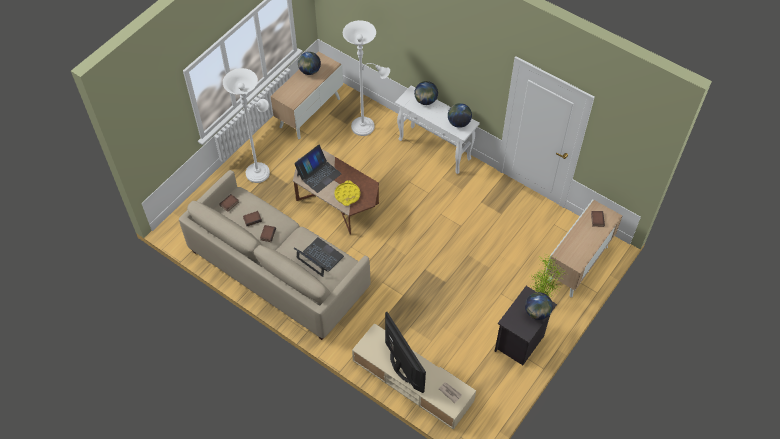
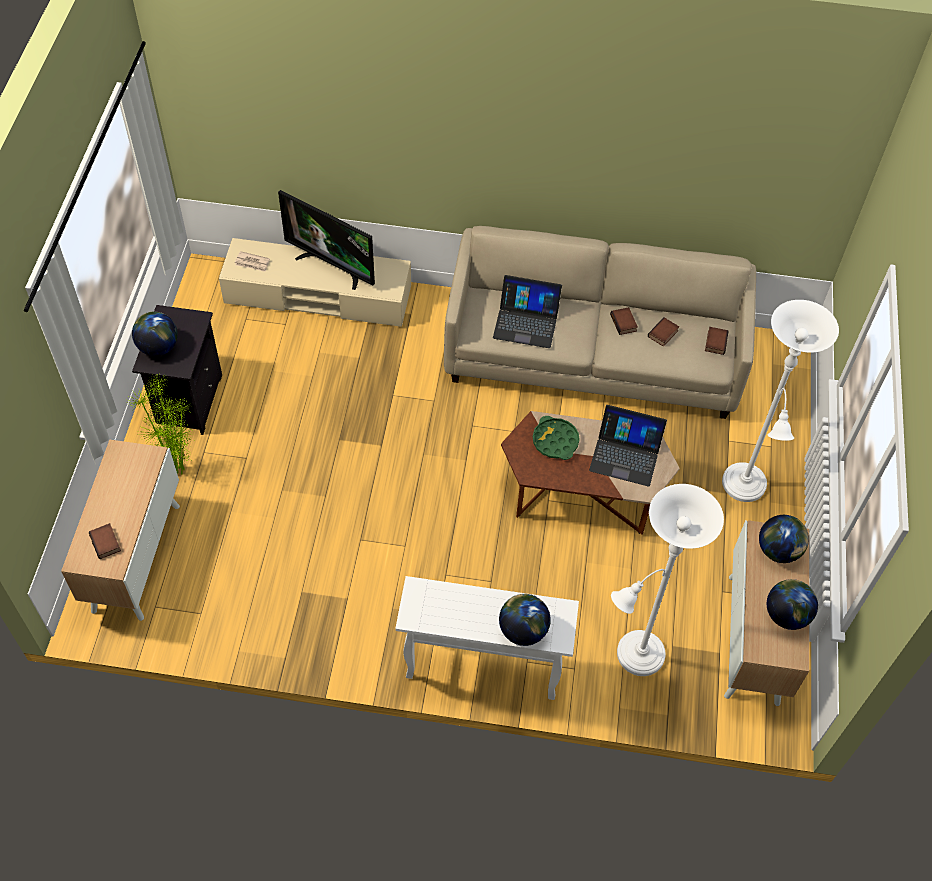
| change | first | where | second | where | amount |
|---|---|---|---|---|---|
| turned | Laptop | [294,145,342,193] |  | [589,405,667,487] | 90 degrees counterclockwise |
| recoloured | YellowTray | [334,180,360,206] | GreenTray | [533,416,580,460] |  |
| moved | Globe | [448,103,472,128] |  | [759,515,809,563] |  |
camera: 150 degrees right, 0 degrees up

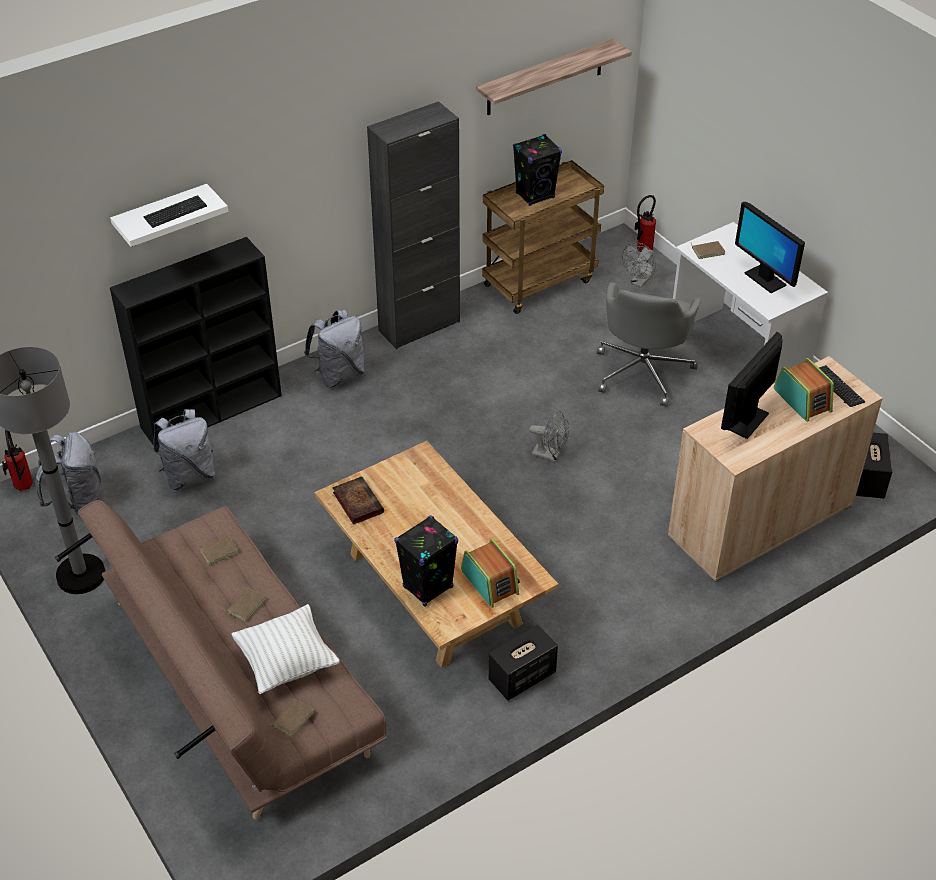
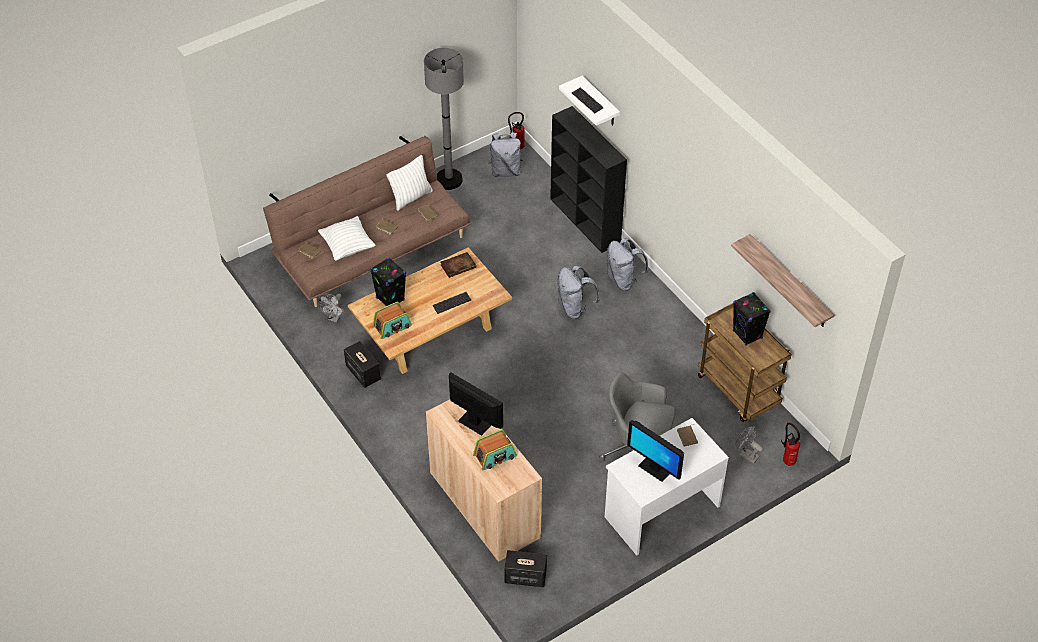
| change | first | where | second | where | amount |
|---|---|---|---|---|---|
| moved | GreyBackpack | [153,409,215,490] |  | [557,265,600,319] |  |
| removed | BlackCabinet | [367,101,460,349] |  |  |  |
| moved | GreyFan | [529,411,569,462] |  | [318,294,344,323] |  |
| turned | Monitor | [735,202,805,293] |  | [627,420,684,482] | 105 degrees counterclockwise |
| moved | Keyboard | [819,365,865,407] |  | [432,292,471,314] |  |
| added |  |  | WhitePillow | [386,155,433,211] |  |
camera: 90 degrees right, 5 degrees up

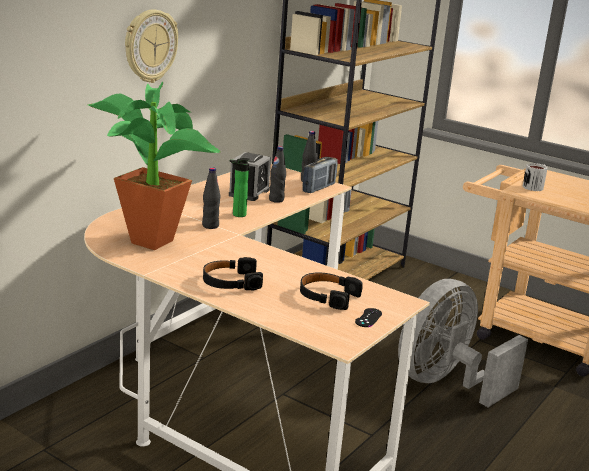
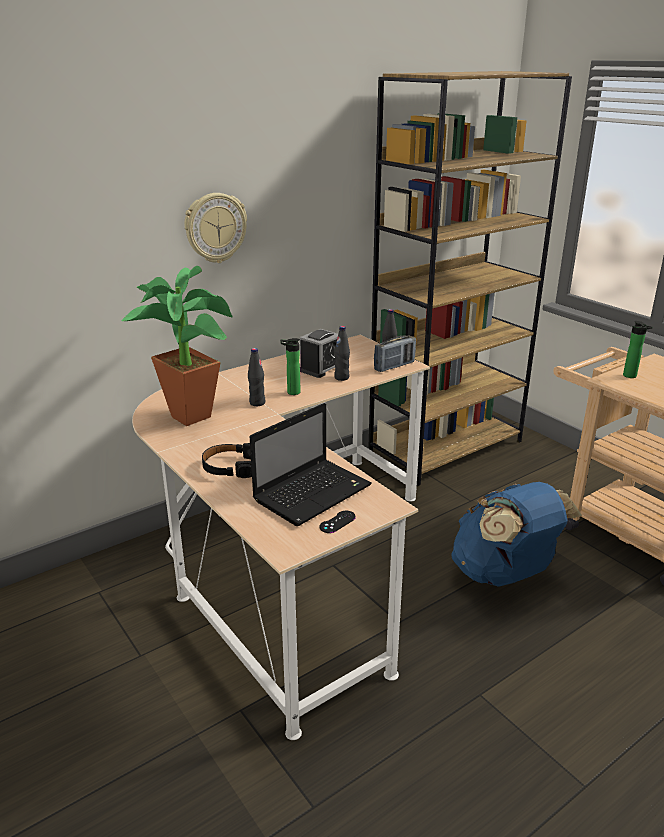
| change | first | where | second | where | amount |
|---|---|---|---|---|---|
| replaced | BlackHeadphones | [300,273,363,310] | Laptop | [250,403,372,526] |  |
| replaced | GreyFan | [398,279,528,407] | BlueBackpack | [451,482,582,587] |  |
| replaced | Mug | [522,163,548,191] | Bottle | [623,321,653,378] |  |
camera: 20 degrees right, 5 degrees up

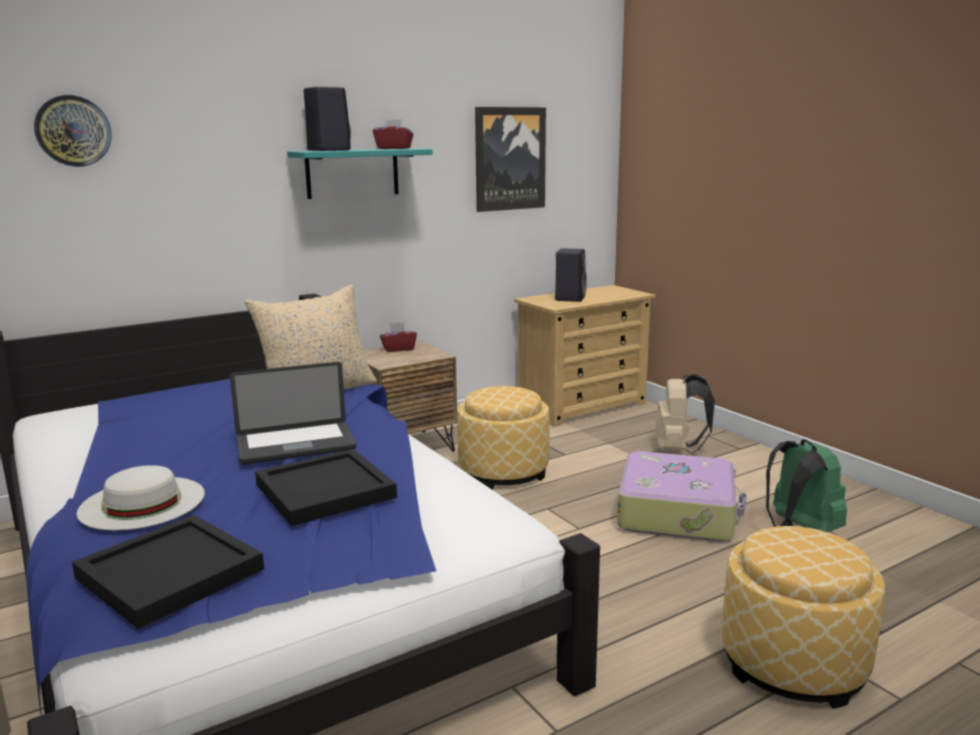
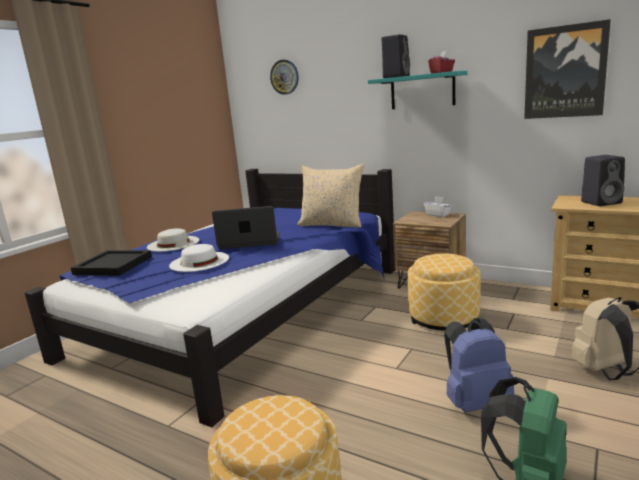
| change | first | where | second | where | amount |
|---|---|---|---|---|---|
| turned | Laptop | [230,362,356,464] |  | [212,206,280,249] | 135 degrees clockwise |
| replaced | BlackTray | [255,449,397,526] | WhiteHat | [169,244,229,272] |  |
| recoloured | RedTissueBox | [380,322,417,352] | WhiteTissueBox | [424,196,452,217] |  |
| replaced | Suitcase | [617,451,747,542] | BlueBackpack | [444,318,514,413] |  |
camera: 65 degrees right, 0 degrees up

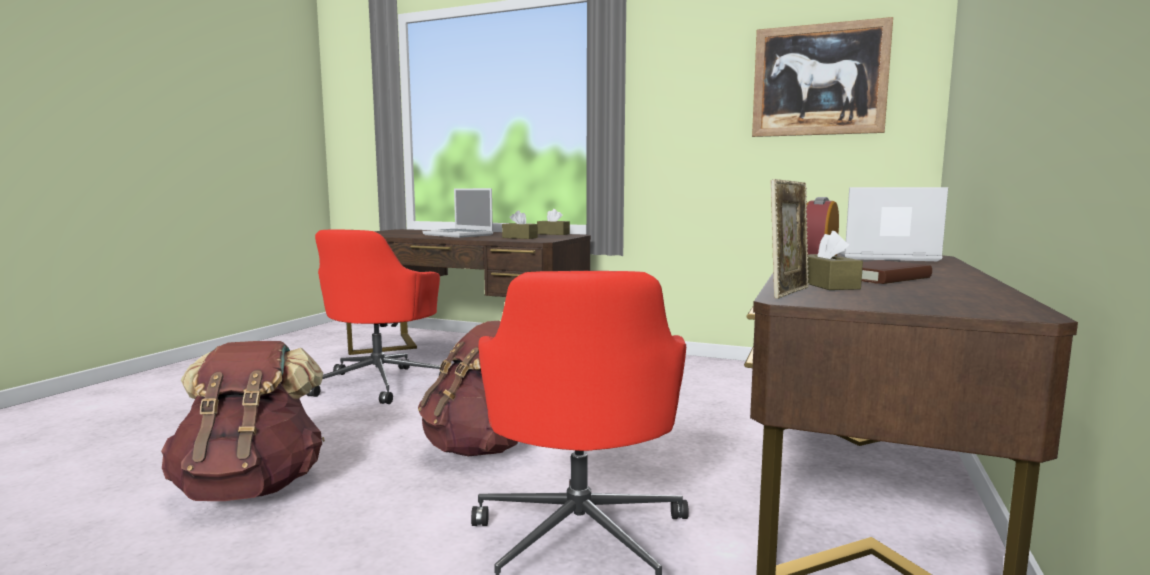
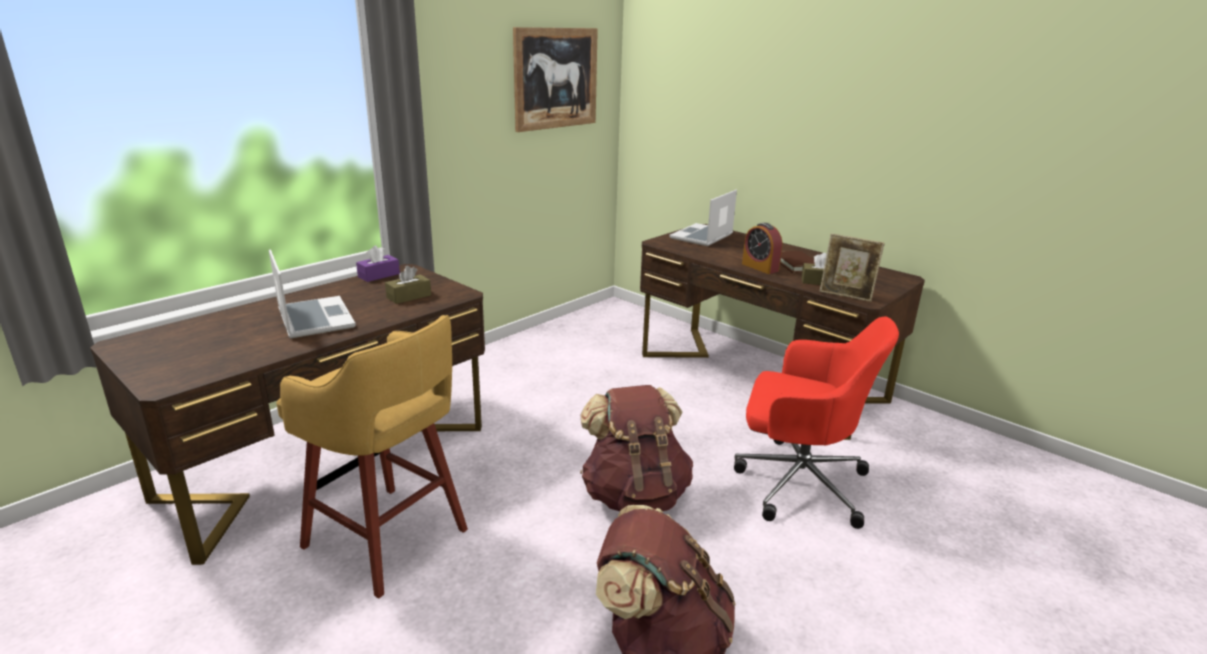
| change | first | where | second | where | amount |
|---|---|---|---|---|---|
| replaced | RedOfficeChair | [306,230,441,404] | YellowStool | [276,315,468,599] |  |
| turned | Laptop | [423,188,493,238] |  | [269,249,356,338] | 90 degrees counterclockwise |
| recoloured | BrownTissueBox | [537,209,570,235] | PurpleTissueBox | [356,246,400,282] |  |
| turned | PictureFrame | [771,179,809,299] |  | [819,233,885,302] | 150 degrees clockwise |
camera: 70 degrees left, 15 degrees up

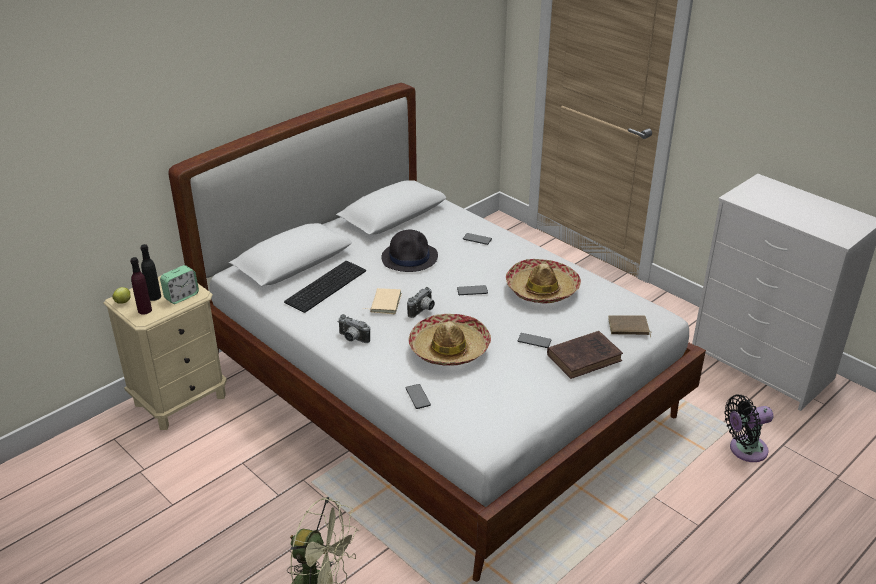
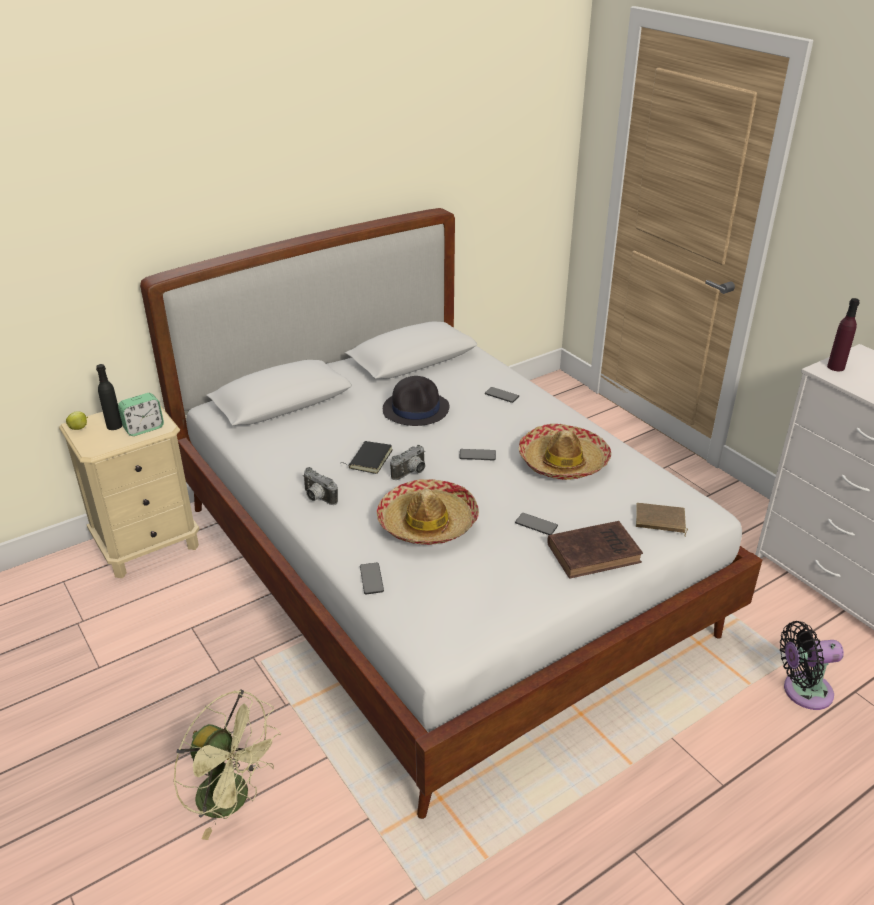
| change | first | where | second | where | amount |
|---|---|---|---|---|---|
| moved | PurpleBottle | [130,257,152,315] |  | [827,298,860,371] |  |
| removed | Keyboard | [284,261,366,313] |  |  |  |
| recoloured | BeigeBook | [362,288,402,314] | BlackBook | [341,441,392,474] |  |
camera: 10 degrees right, 0 degrees up

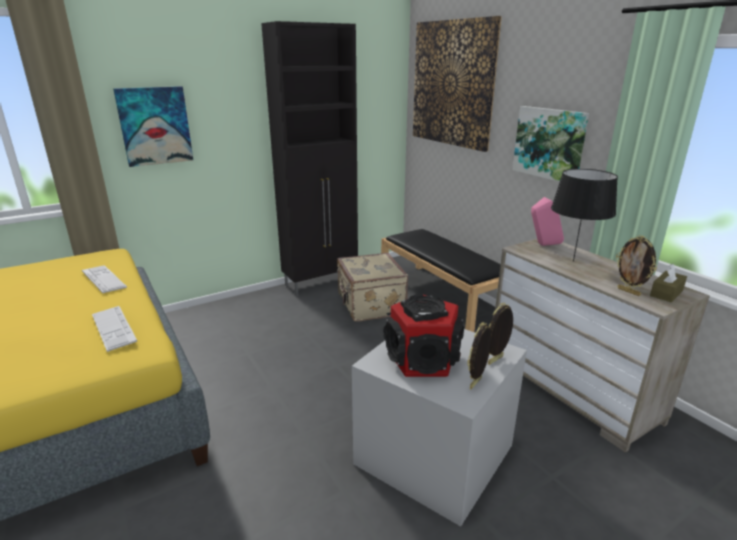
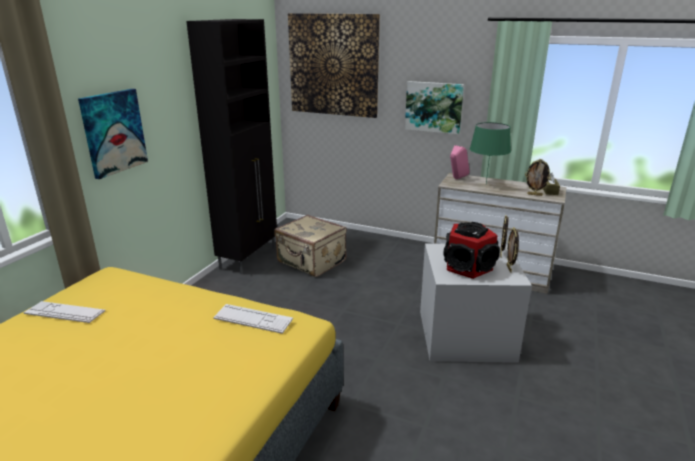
| change | first | where | second | where | amount |
|---|---|---|---|---|---|
| moved | Keyboard | [82,265,127,293] |  | [23,301,105,323] |  |
| removed | BlackBench | [381,229,501,332] |  |  |  |
| recoloured | BlackTableLamp | [551,169,618,261] | GreenTableLamp | [470,122,511,183] |  |
camera: 35 degrees left, 0 degrees up

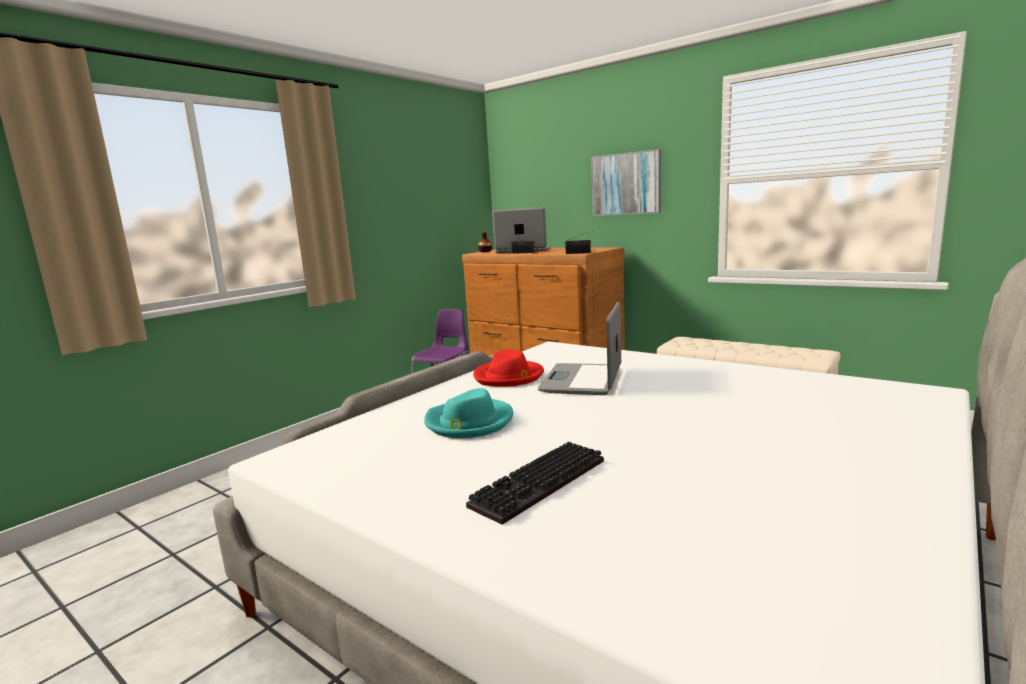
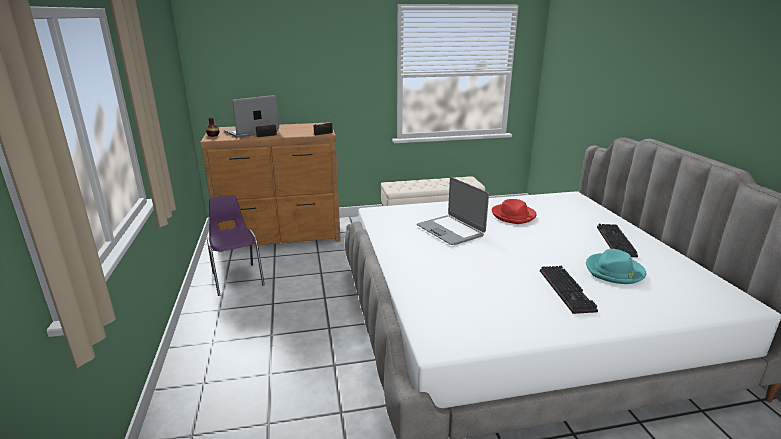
| change | first | where | second | where | amount |
|---|---|---|---|---|---|
| moved | TurquoiseHat | [424,388,513,438] |  | [586,249,646,284] |  |
| moved | RedHat | [473,349,544,387] |  | [492,199,537,224] |  |
| removed | Picture | [591,149,661,216] |  |  |  |
| added |  |  | Keyboard | [597,224,638,257] |  |
camera: 50 degrees left, 10 degrees up

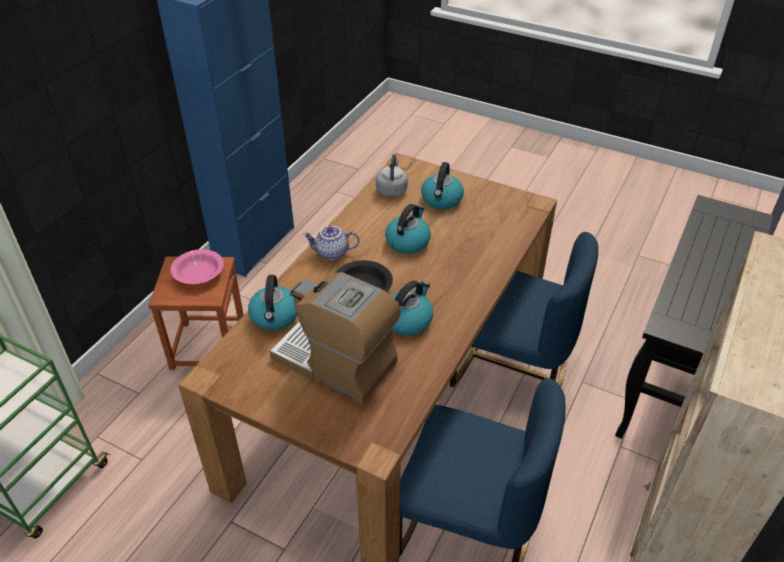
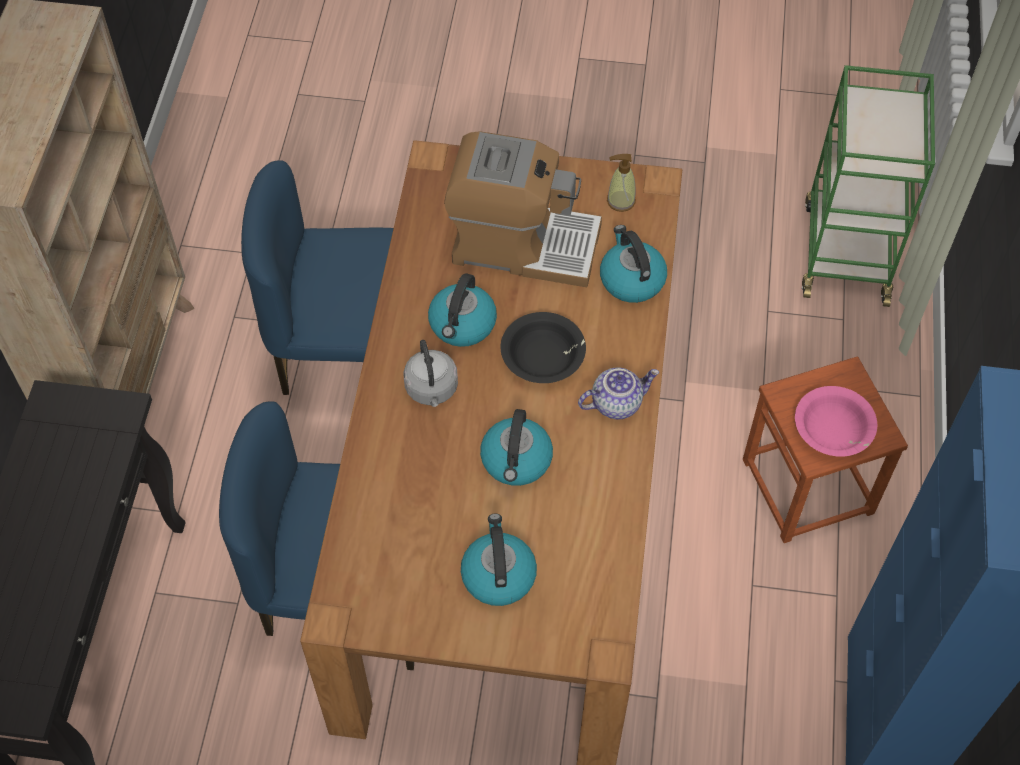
| change | first | where | second | where | amount |
|---|---|---|---|---|---|
| moved | GreyKettle | [376,154,408,197] |  | [403,340,458,407] |  |
| added |  |  | SoapDispenser | [607,154,636,212] |  |
camera: 160 degrees right, 15 degrees up

